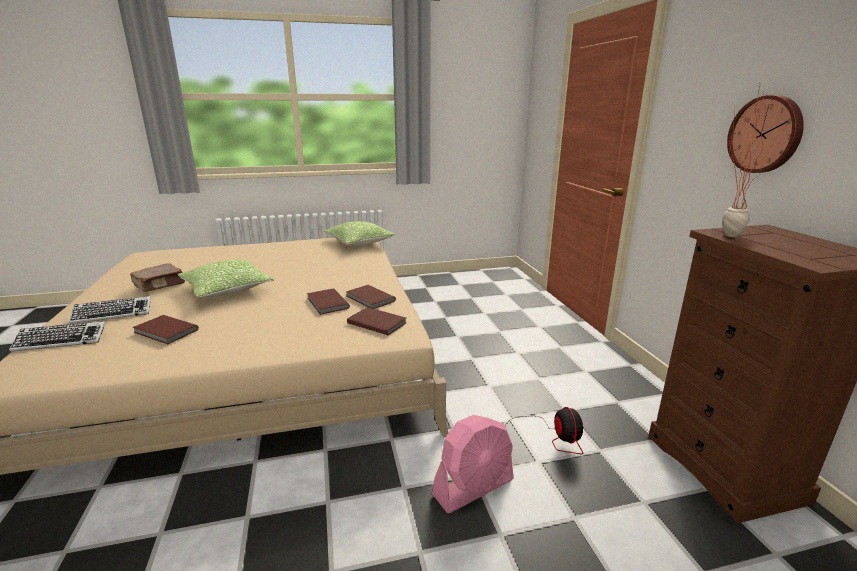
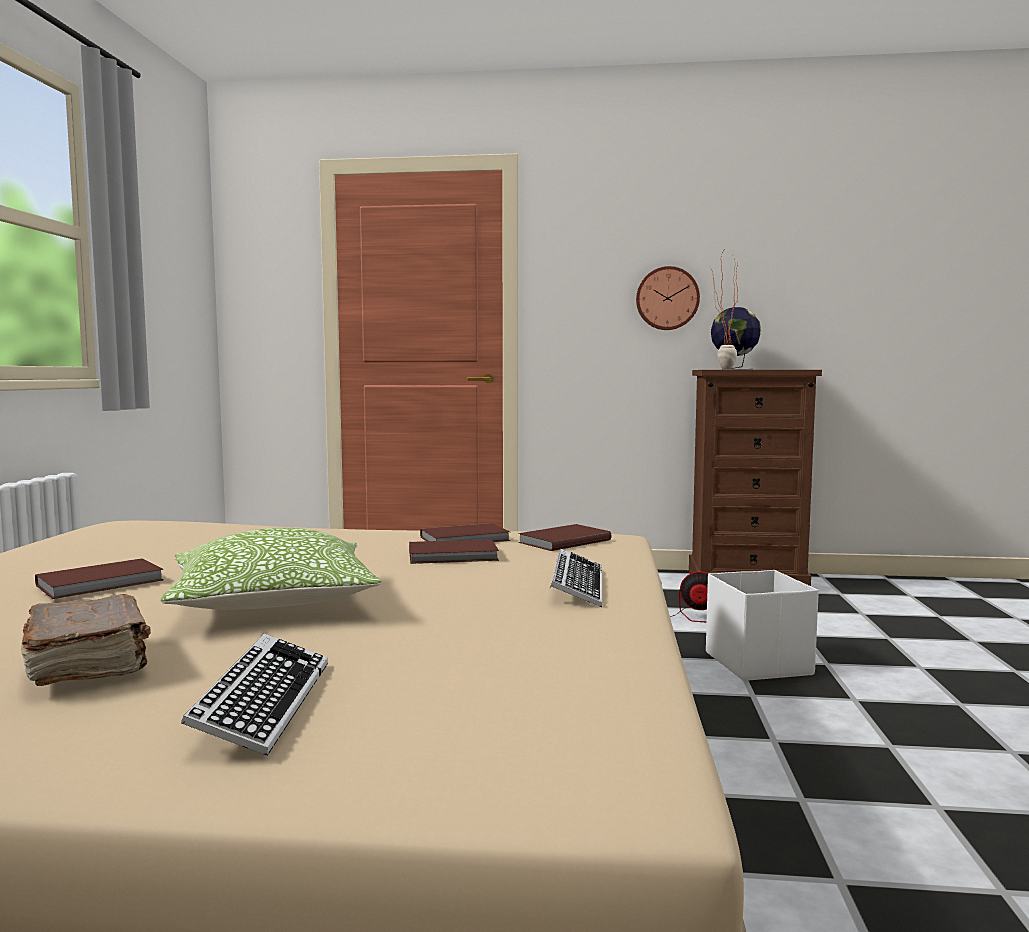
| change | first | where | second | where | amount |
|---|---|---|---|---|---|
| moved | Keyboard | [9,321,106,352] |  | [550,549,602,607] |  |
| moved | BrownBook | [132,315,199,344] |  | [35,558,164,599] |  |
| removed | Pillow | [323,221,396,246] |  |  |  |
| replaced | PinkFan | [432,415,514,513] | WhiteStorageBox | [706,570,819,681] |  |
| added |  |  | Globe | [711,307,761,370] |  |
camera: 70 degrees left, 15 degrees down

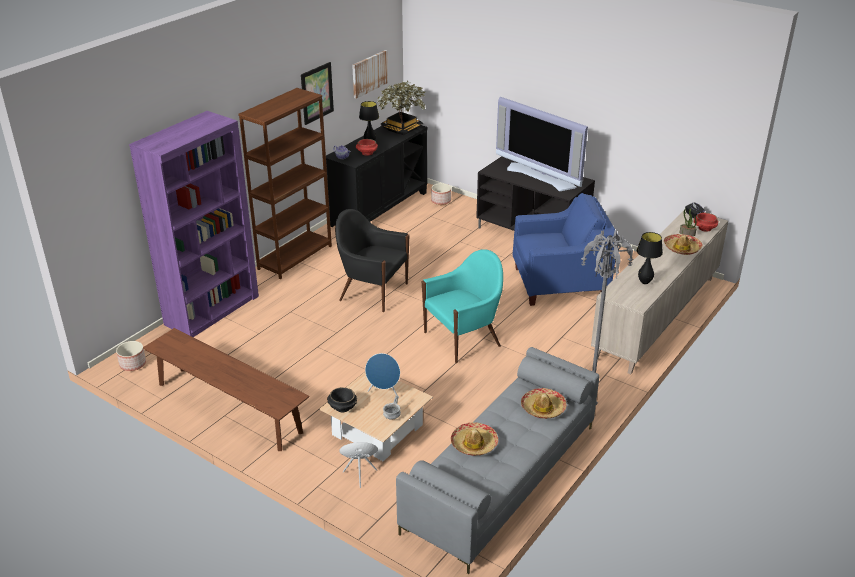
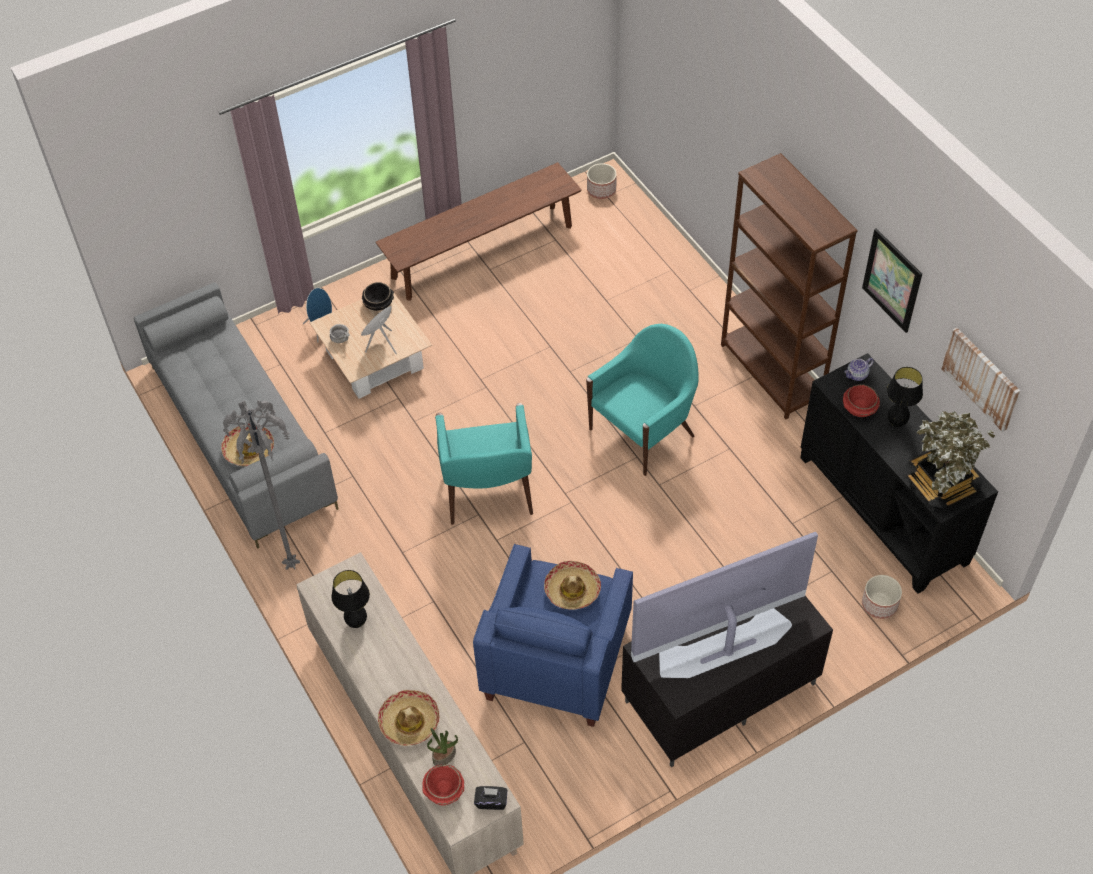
| change | first | where | second | where | amount |
|---|---|---|---|---|---|
| removed | PurpleBookcase | [129,111,259,337] |  |  |  |
| recoloured | BlackArmchair | [335,209,409,312] | TurquoiseArmchair | [586,324,699,476] |  |
| moved | Hat | [451,422,498,456] |  | [544,561,601,610] |  |
camera: 115 degrees right, 20 degrees up

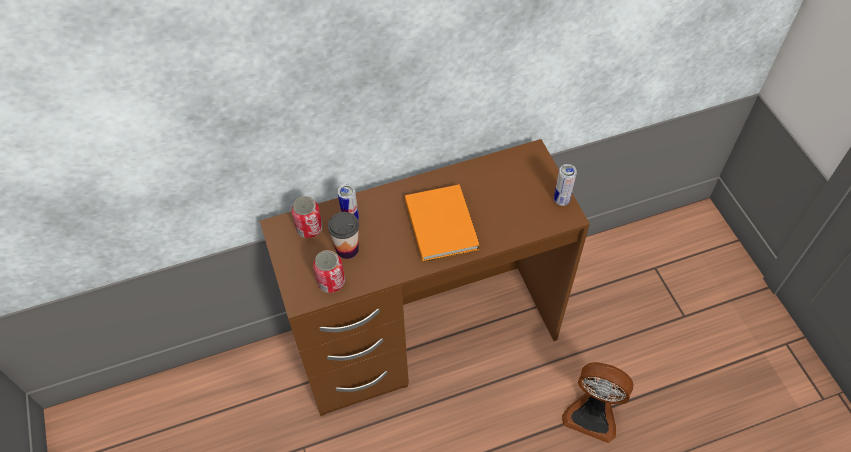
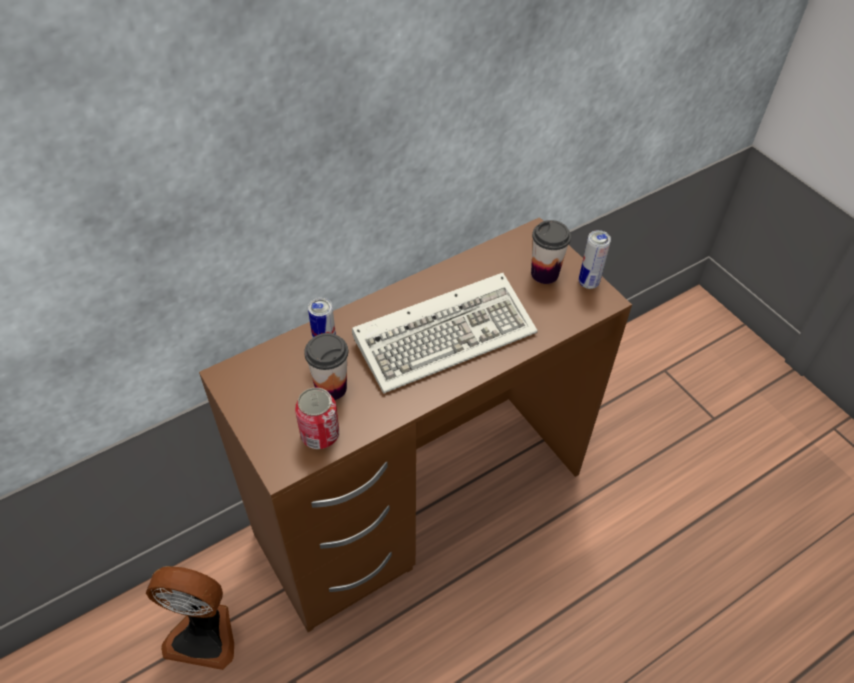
| change | first | where | second | where | amount |
|---|---|---|---|---|---|
| removed | Can | [291,196,323,238] |  |  |  |
| replaced | OrangeBook | [405,184,480,262] | Keyboard | [352,273,538,393] |  |
| moved | Fan | [562,362,634,443] |  | [146,566,234,670] |  |
| added |  |  | Cup | [531,220,571,284] |  |
camera: 15 degrees left, 5 degrees down

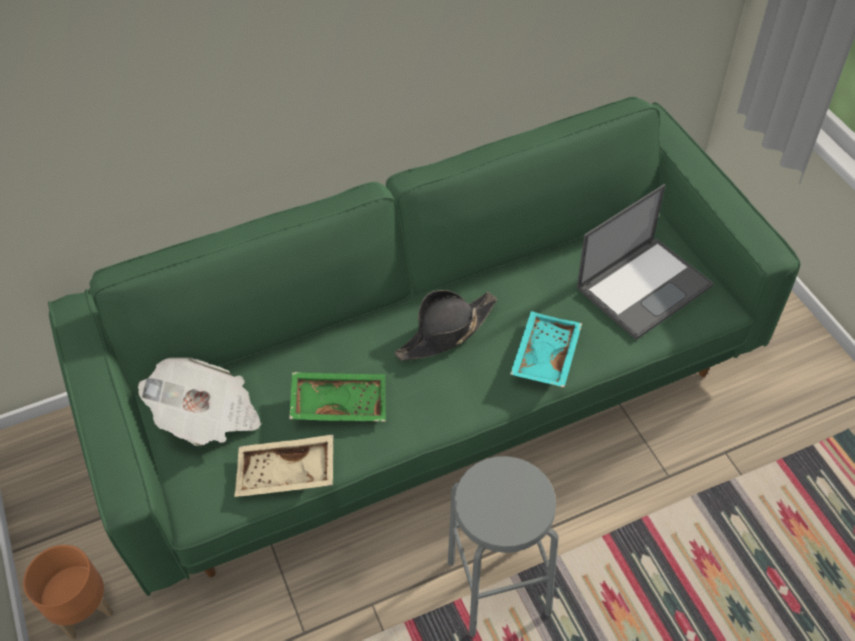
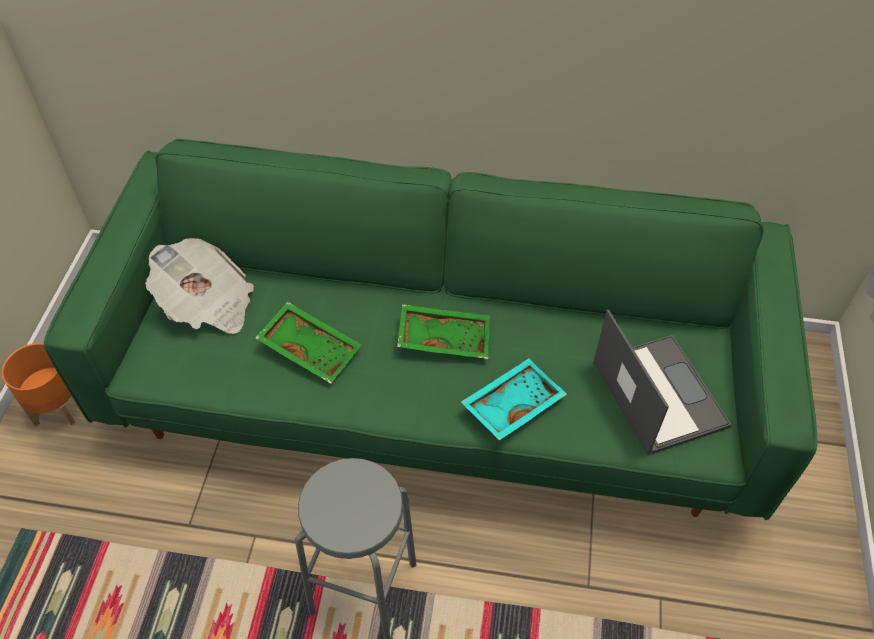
| change | first | where | second | where | amount |
|---|---|---|---|---|---|
| removed | BeigeTray | [234,434,333,497] |  |  |  |
| replaced | BlackHat | [395,290,497,361] | GreenTray | [397,304,490,359] |  |
| turned | Laptop | [577,184,713,340] |  | [594,309,732,455] | 105 degrees counterclockwise |
camera: 30 degrees right, 0 degrees up

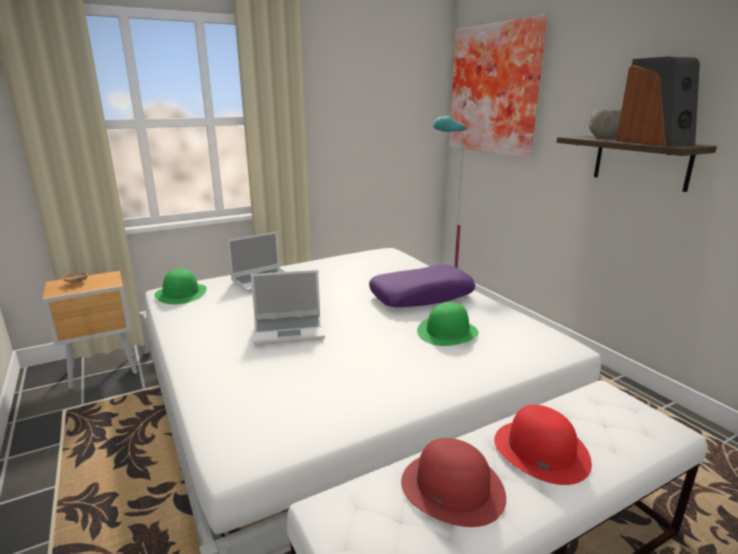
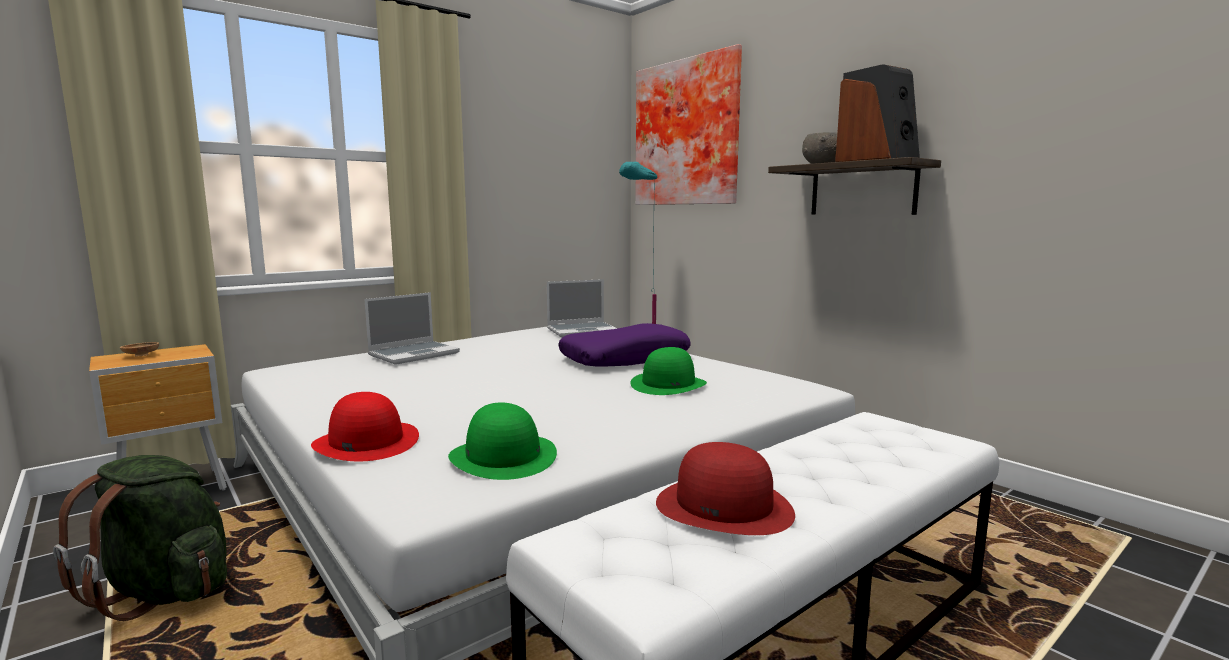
| change | first | where | second | where | amount |
|---|---|---|---|---|---|
| moved | GreenHat | [155,269,207,304] |  | [448,402,557,480] |  |
| moved | Laptop | [251,270,325,345] |  | [547,279,617,338] |  |
| moved | RedHat | [494,405,592,485] |  | [311,392,419,461] |  |
| added |  |  | GreenBackpack | [53,455,227,621] |  |
camera: 10 degrees left, 10 degrees down

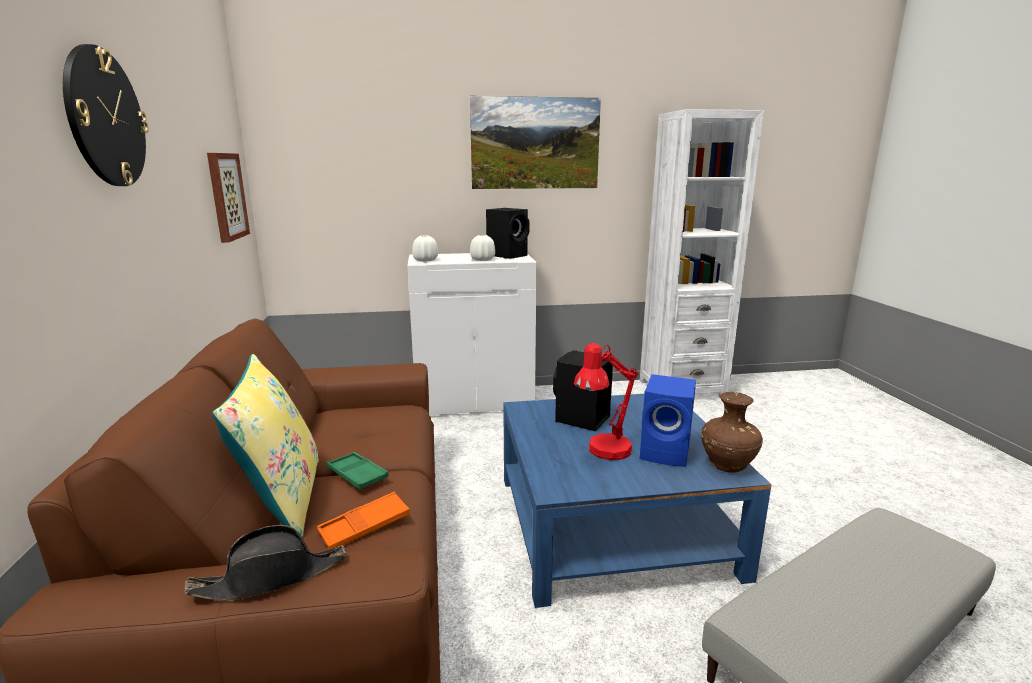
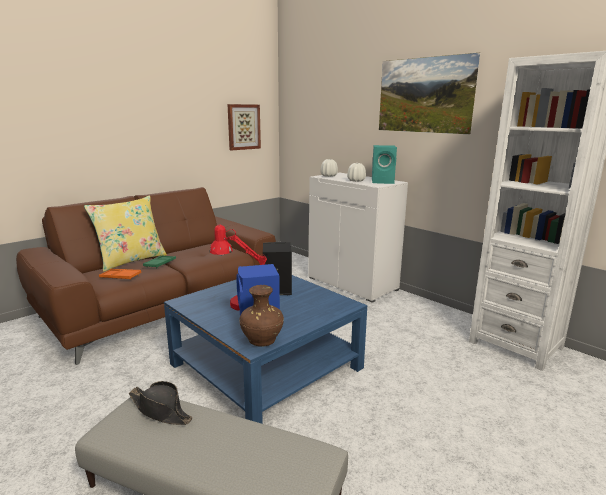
| change | first | where | second | where | amount |
|---|---|---|---|---|---|
| removed | WallClock | [63,44,149,186] |  |  |  |
| moved | BlackHat | [184,525,347,601] |  | [129,381,193,425] |  |
| recoloured | BlackSpeaker | [486,208,530,259] | TurquoiseSpeaker | [372,145,397,184] |  |
camera: 55 degrees right, 0 degrees up

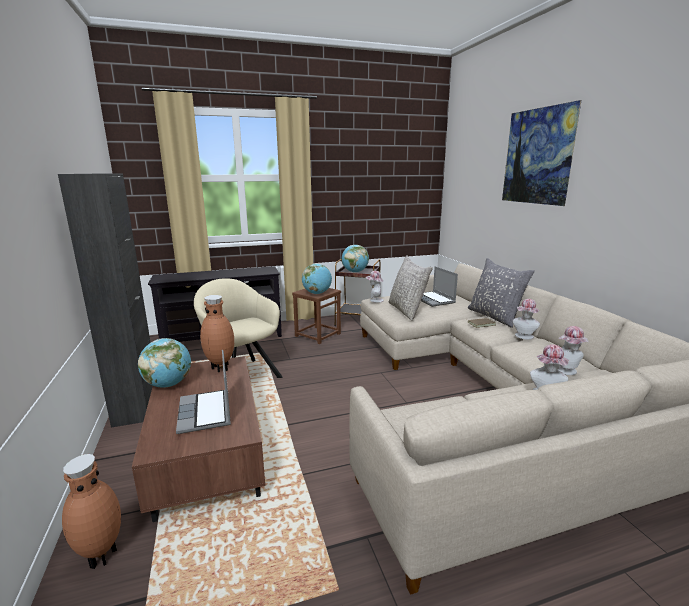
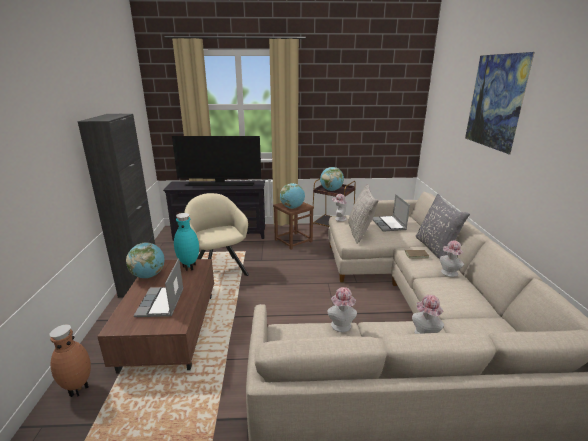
| change | first | where | second | where | amount |
|---|---|---|---|---|---|
| recoloured | BrownVase | [200,295,234,373] | TurquoiseVase | [174,213,199,271] |  |
| moved | Hat | [557,326,589,375] |  | [328,287,357,332] |  |
| added |  |  | Television | [172,136,261,186] |  |
camera: 15 degrees right, 5 degrees up

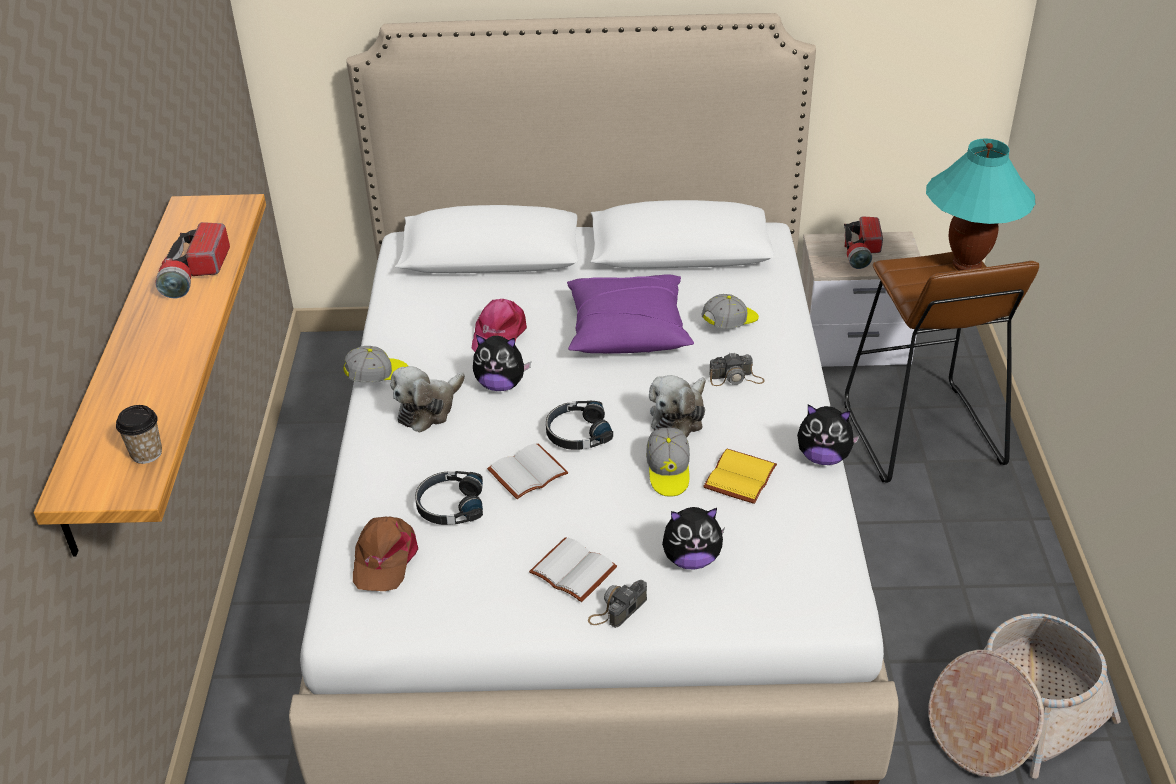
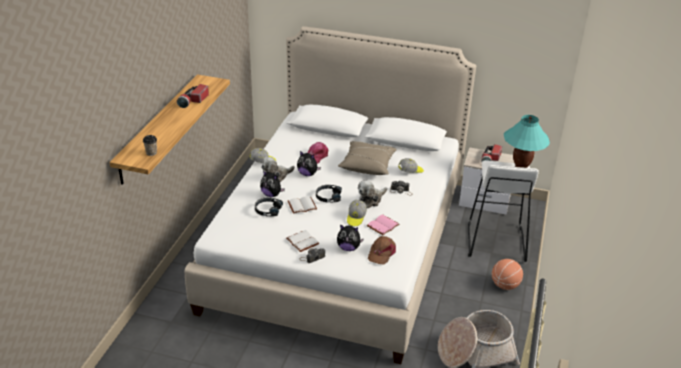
| change | first | where | second | where | amount |
|---|---|---|---|---|---|
| moved | BrownCap | [353,517,418,591] |  | [368,236,396,265] |  |
| recoloured | PurplePillow | [567,274,694,353] | BeigePillow | [338,141,397,175] |  |
| recoloured | YellowBook | [703,449,777,504] | PinkBook | [366,214,400,235] |  |
| moved | PlushToy | [797,404,860,465] |  | [260,171,285,197] |  |
| recoloured | BrownStool | [844,252,1039,483] | WhiteStool | [468,160,539,262] |  |
| added |  |  | Basketball | [492,259,523,290] |  |
camera: 15 degrees right, 5 degrees down

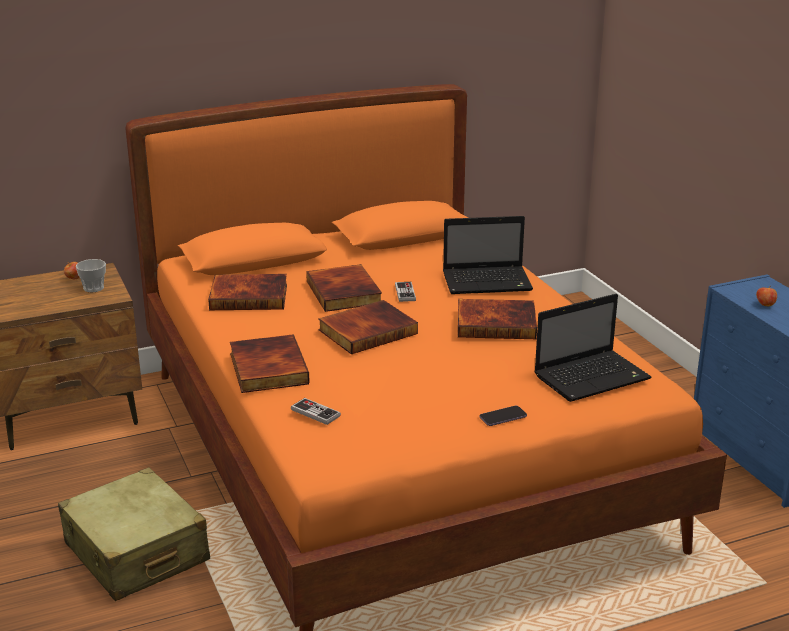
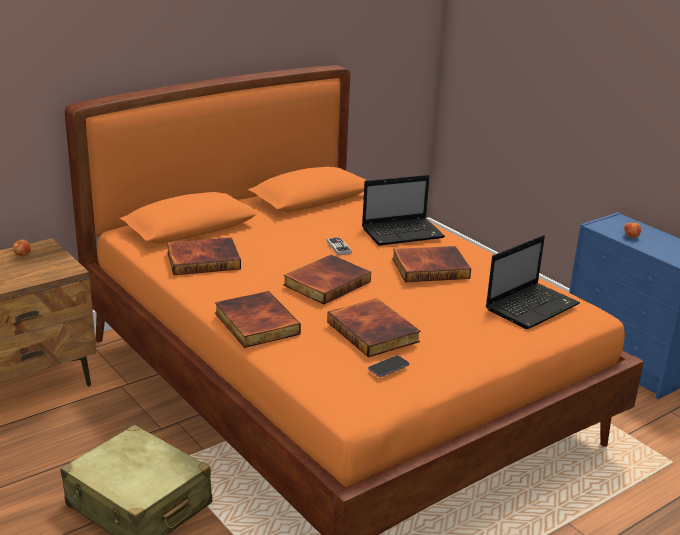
| change | first | where | second | where | amount |
|---|---|---|---|---|---|
| removed | Cup | [76,259,106,292] |  |  |  |
| removed | GameController | [291,398,341,425] |  |  |  |
| moved | Book | [306,264,382,312] |  | [327,298,421,357] |  |
| moved | Phone | [480,406,527,426] |  | [368,356,409,377] |  |
camera: 15 degrees left, 0 degrees up

